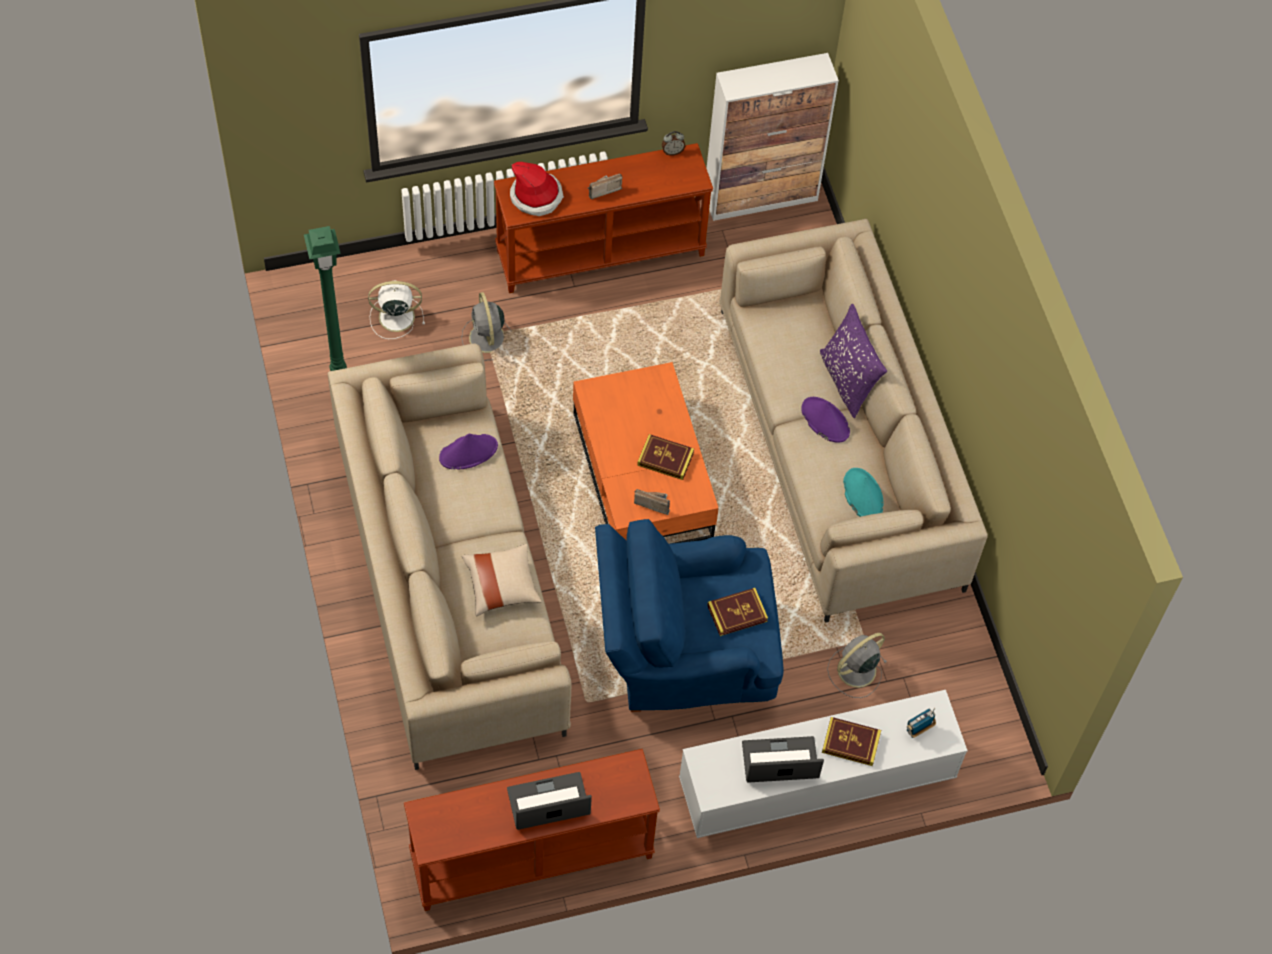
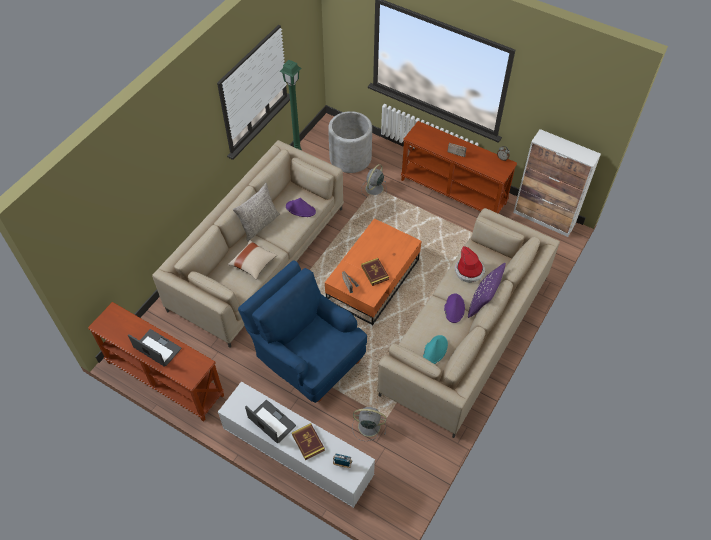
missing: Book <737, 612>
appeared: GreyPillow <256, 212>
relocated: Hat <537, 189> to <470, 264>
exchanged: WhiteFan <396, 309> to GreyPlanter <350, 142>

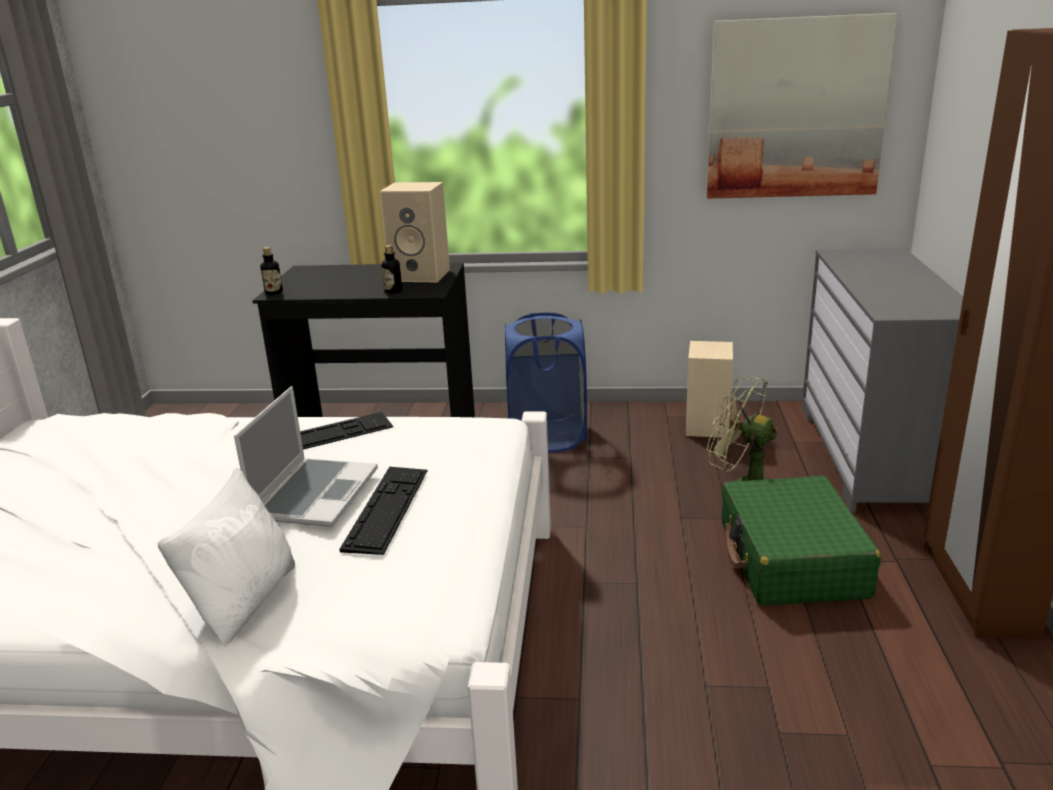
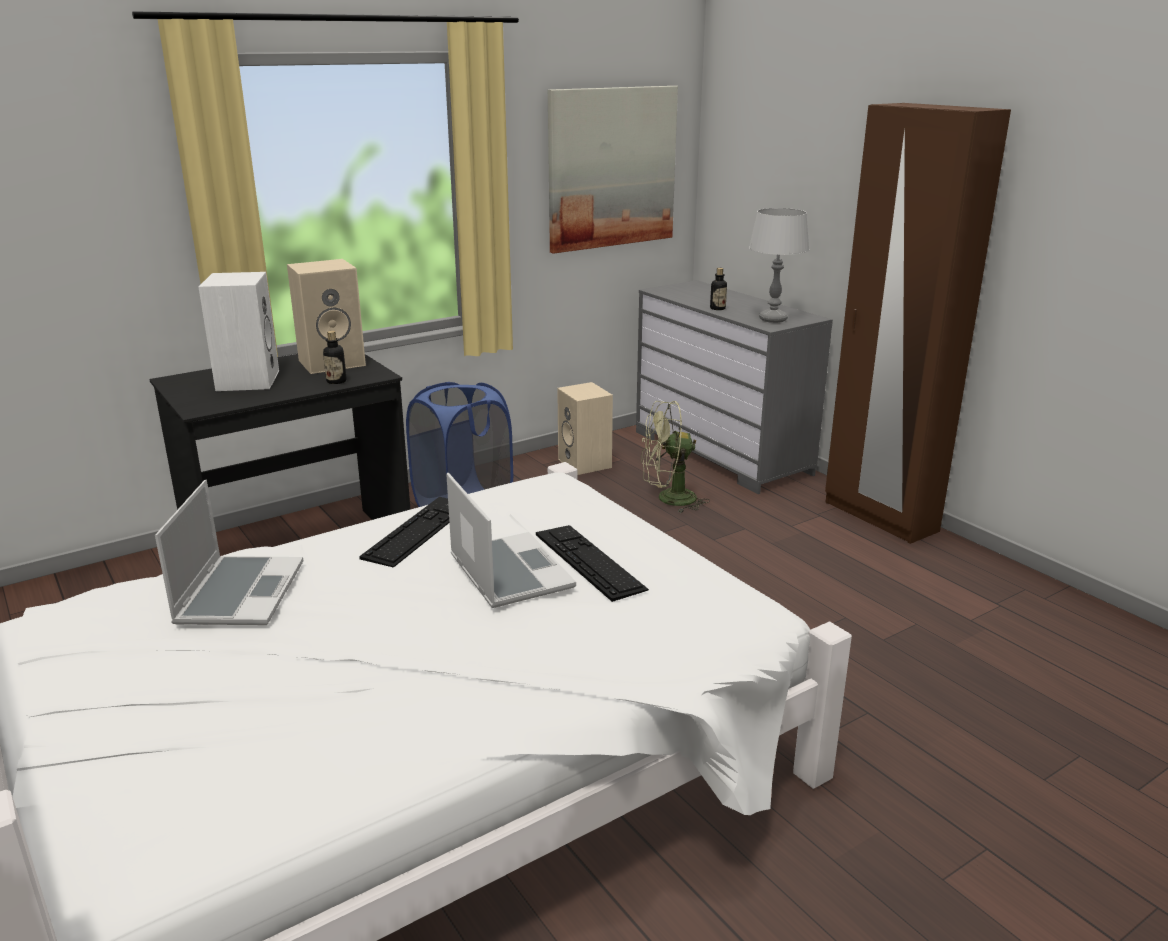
missing: WhitePillow <226, 557>; GreenSuitcase <801, 541>
appeared: Laptop <229, 552>; WhiteSpeaker <239, 331>; GreyTableLamp <779, 265>
relocated: Bottle <271, 271> to <718, 289>

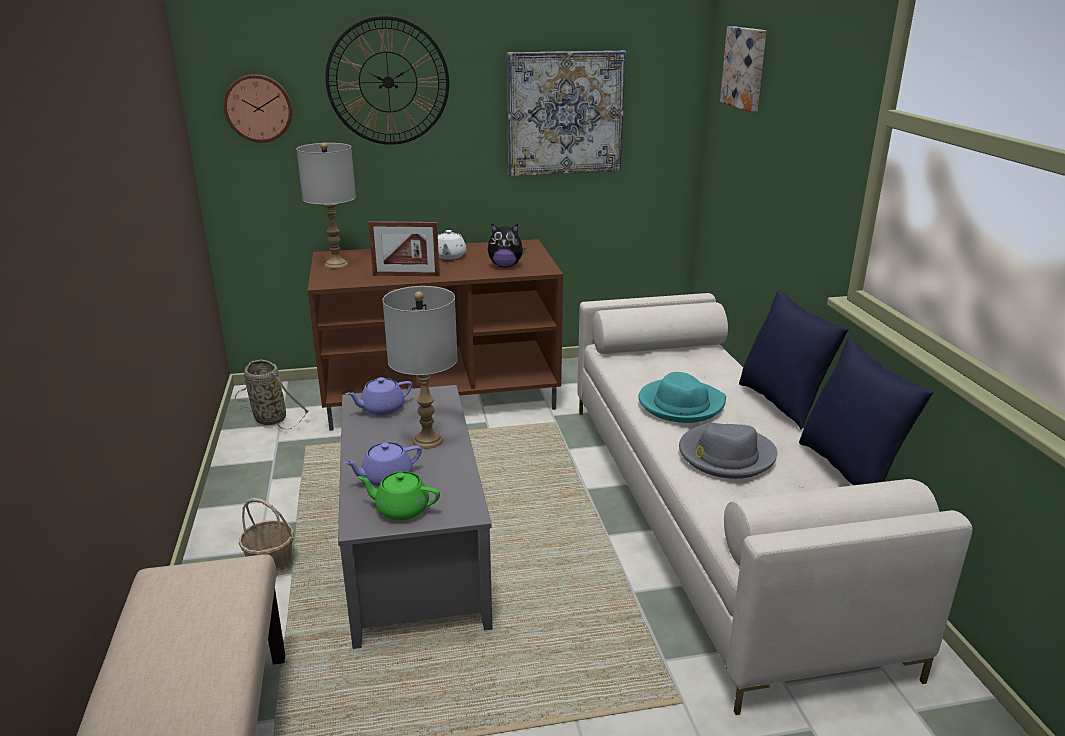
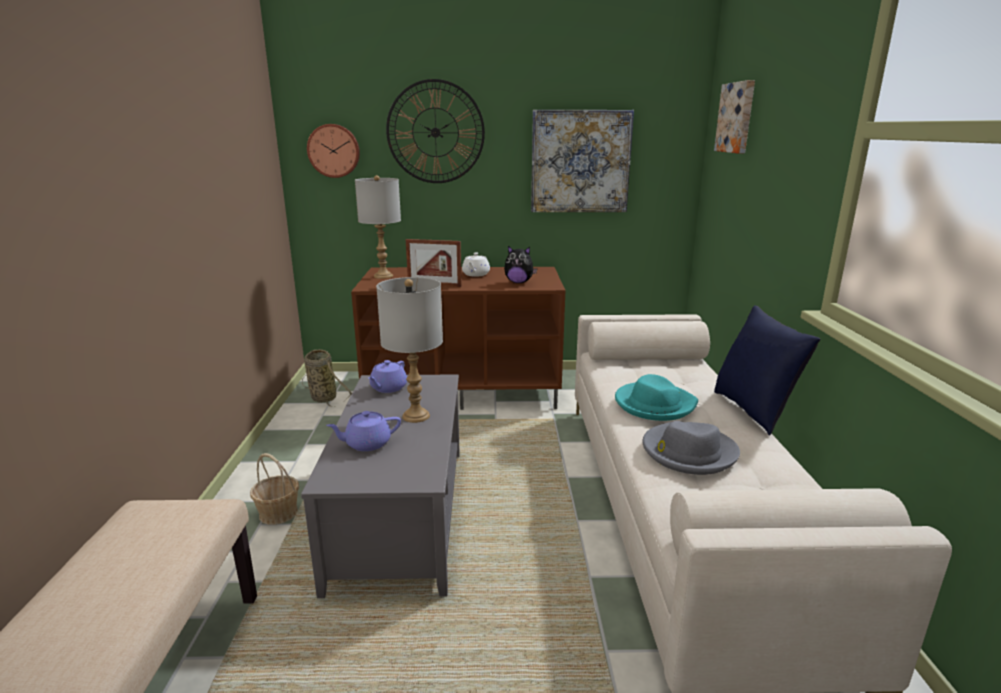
missing: GreenTeapot <398, 495>; BluePillow <866, 411>
spun: PurpleTeapot <378, 396> = <387, 376> 45 degrees counterclockwise

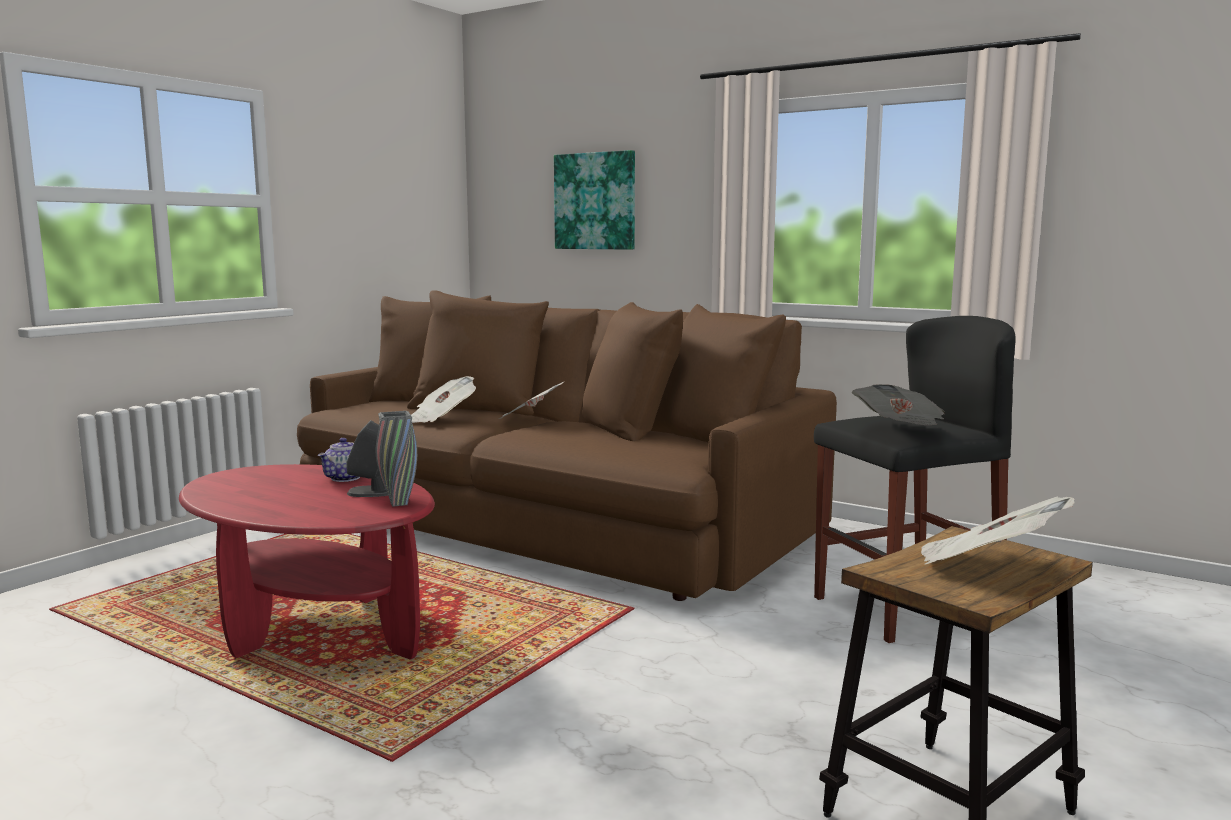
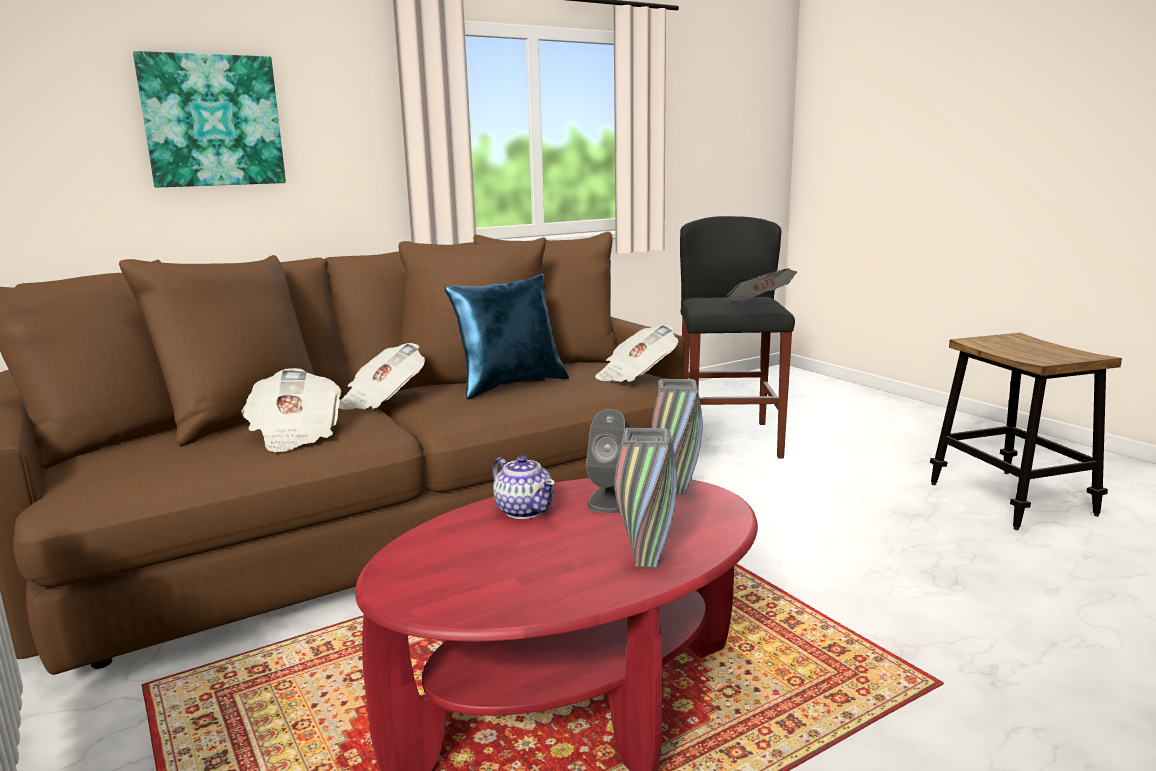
appeared: BluePillow <506, 336>; GreyVase <645, 497>
relocated: Newspaper <998, 531> to <636, 353>

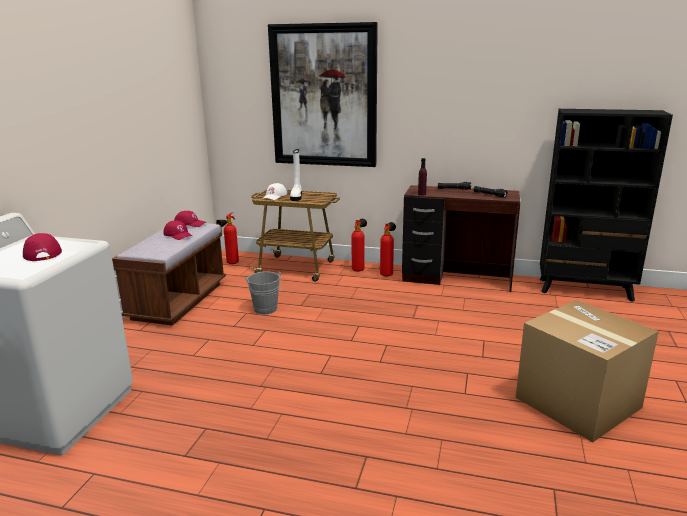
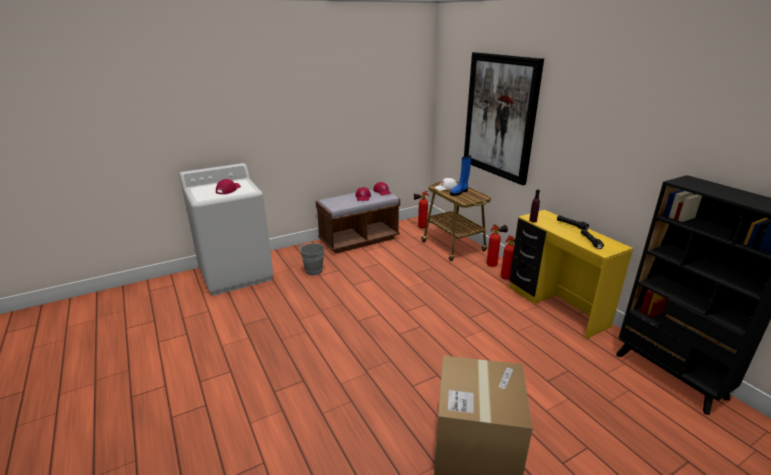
relocated: GreyBucket <264, 293> to <310, 259>
colour: WhiteBoot <296, 175> to BlueBoot <460, 176>; BrownDesk <461, 238> to YellowDesk <571, 275>

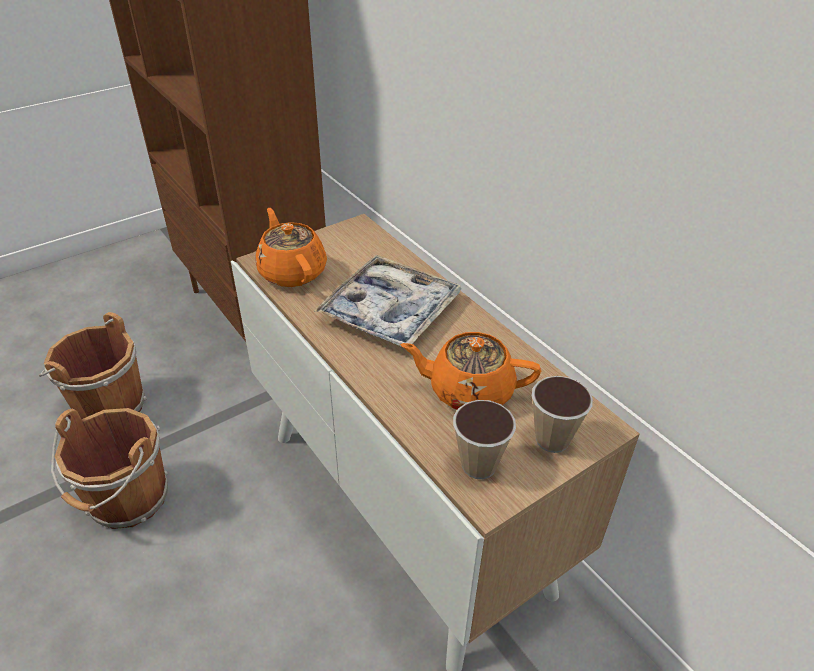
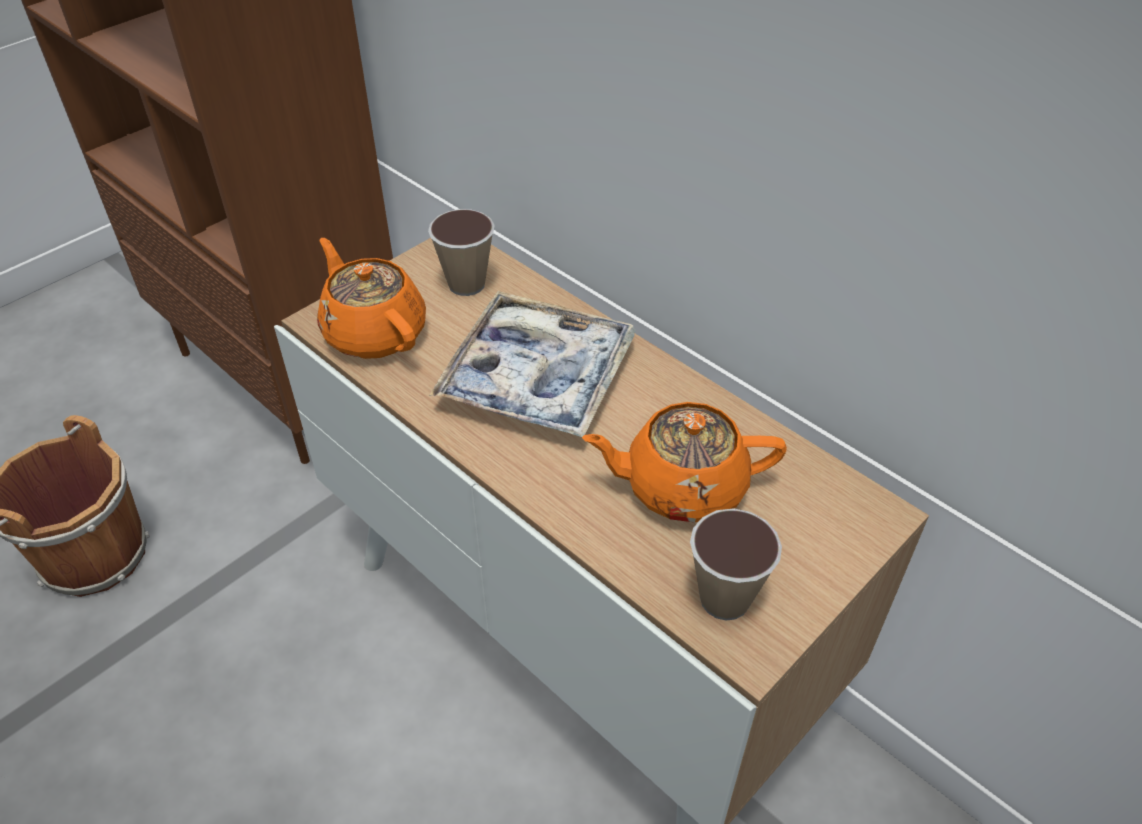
missing: BrownBucket <109, 468>
relocated: Cup <562, 414> to <461, 252>

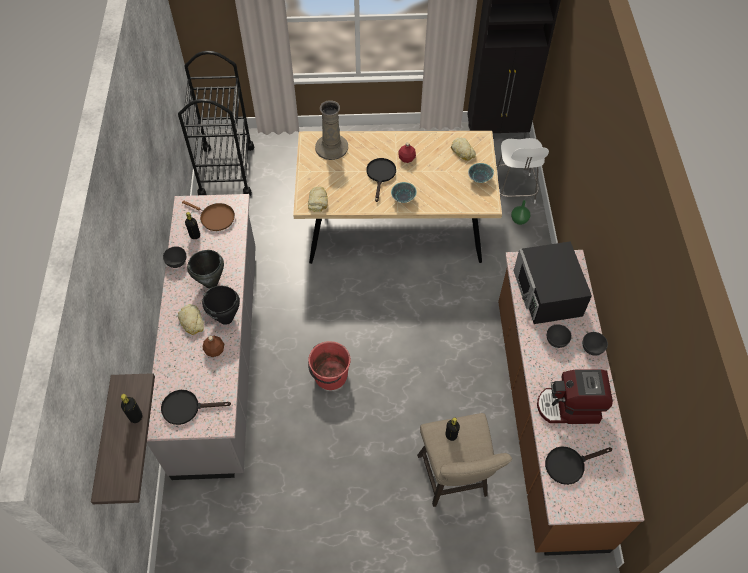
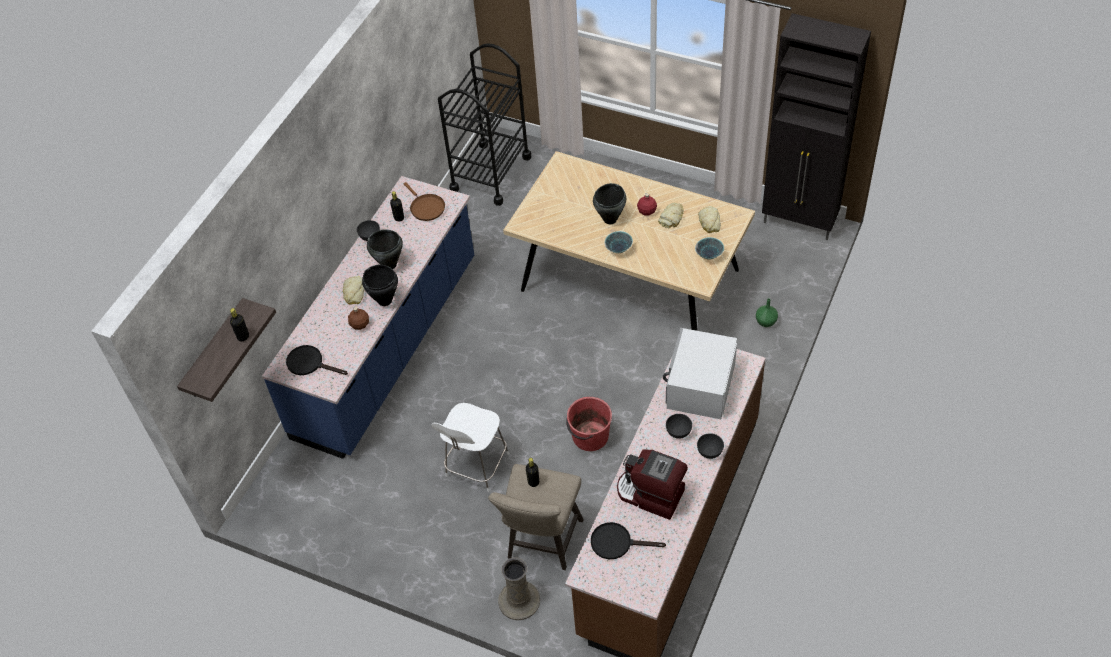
relocated: WhiteChair <523, 170> to <470, 447>; BeigeVase <331, 130> to <519, 588>; RedBucket <329, 365> to <589, 424>; Bread <318, 199> to <671, 215>
exchanged: BlackFryingPan <381, 180> to BlackCookingPot <609, 203>
colour: GreyCounter <201, 337> to BlueCounter <368, 317>; BlackMicrowave <553, 282> to WhiteMicrowave <700, 373>

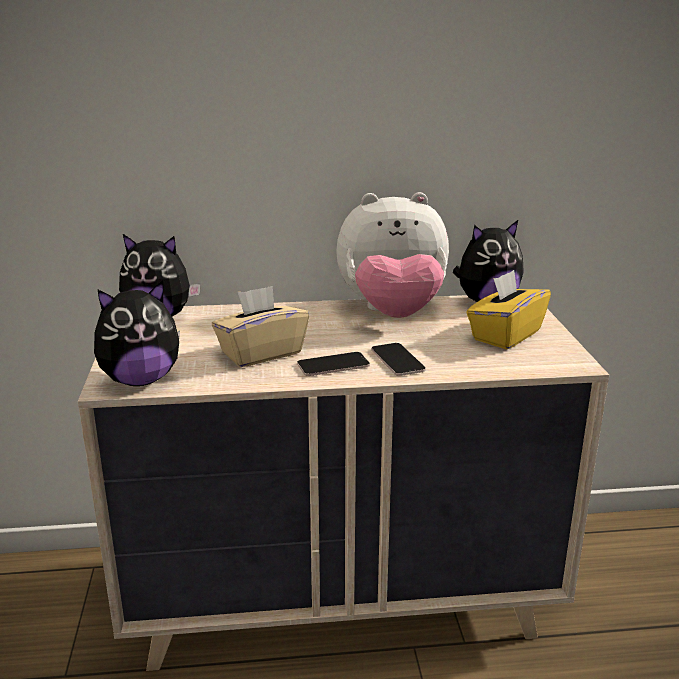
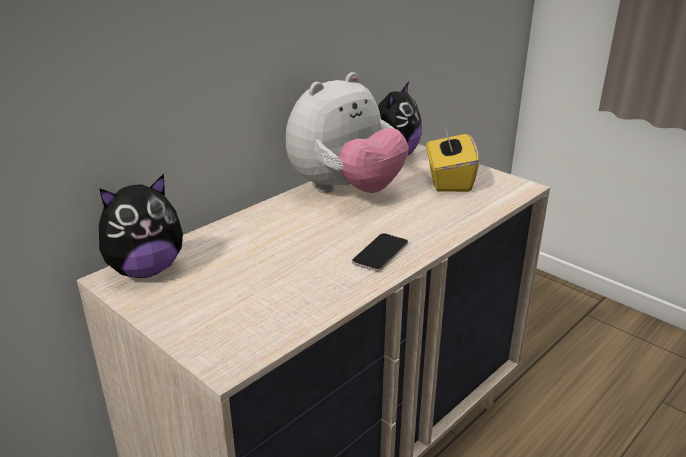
missing: PlushToy <137, 333>; BeigeTissueBox <260, 326>; Phone <398, 359>

